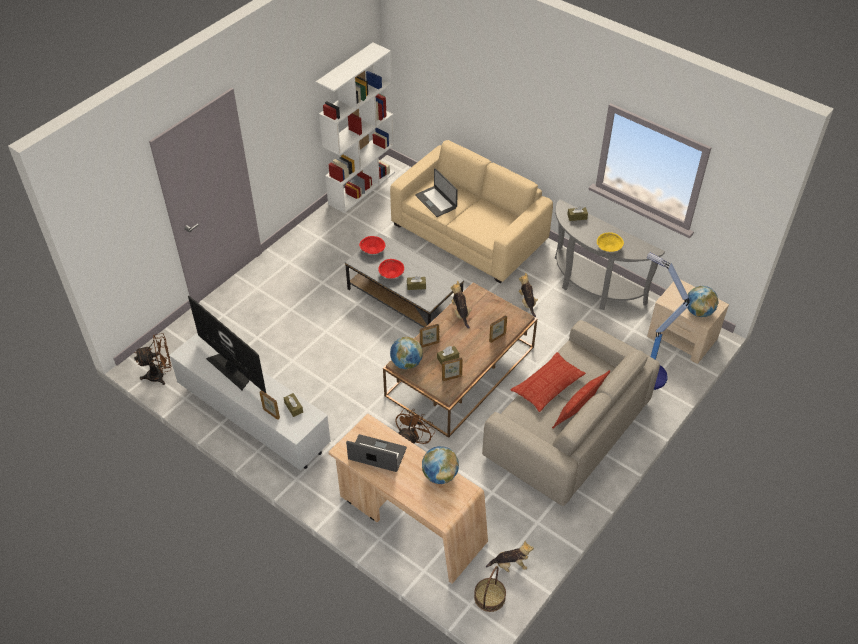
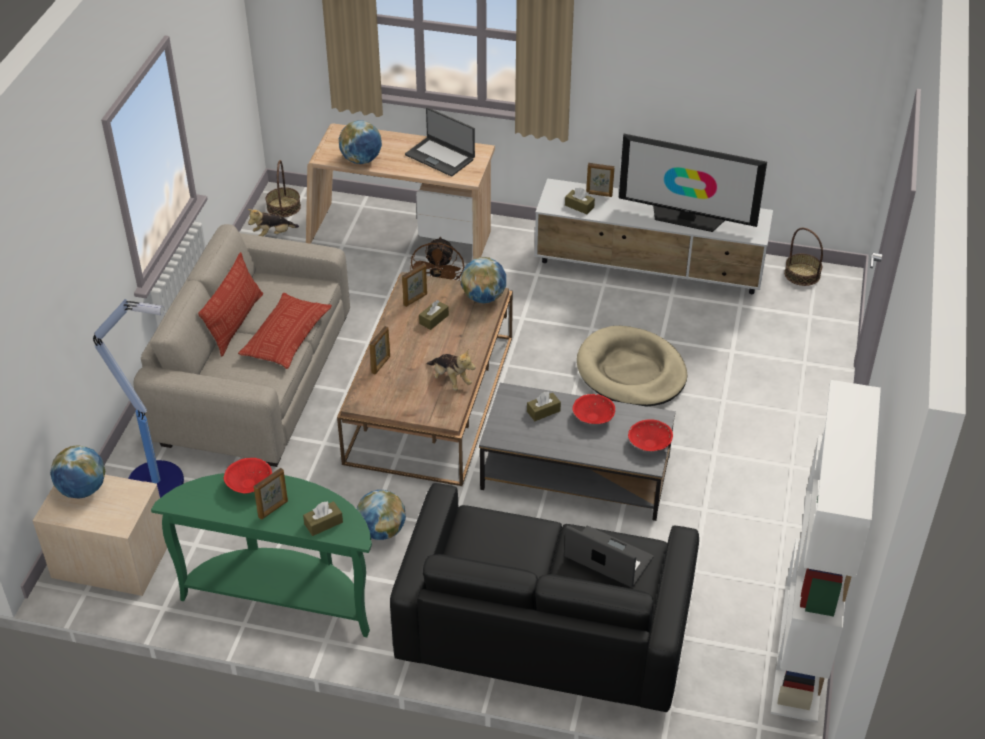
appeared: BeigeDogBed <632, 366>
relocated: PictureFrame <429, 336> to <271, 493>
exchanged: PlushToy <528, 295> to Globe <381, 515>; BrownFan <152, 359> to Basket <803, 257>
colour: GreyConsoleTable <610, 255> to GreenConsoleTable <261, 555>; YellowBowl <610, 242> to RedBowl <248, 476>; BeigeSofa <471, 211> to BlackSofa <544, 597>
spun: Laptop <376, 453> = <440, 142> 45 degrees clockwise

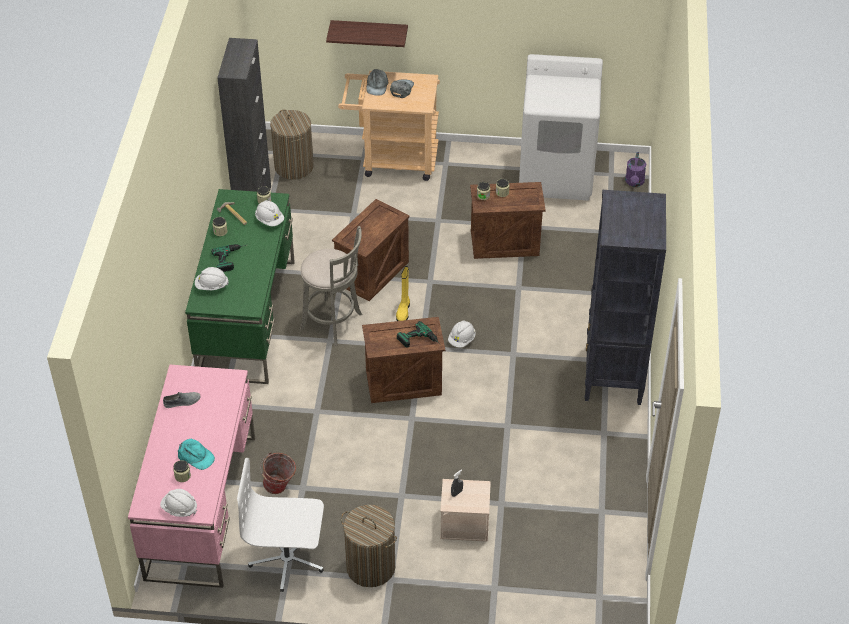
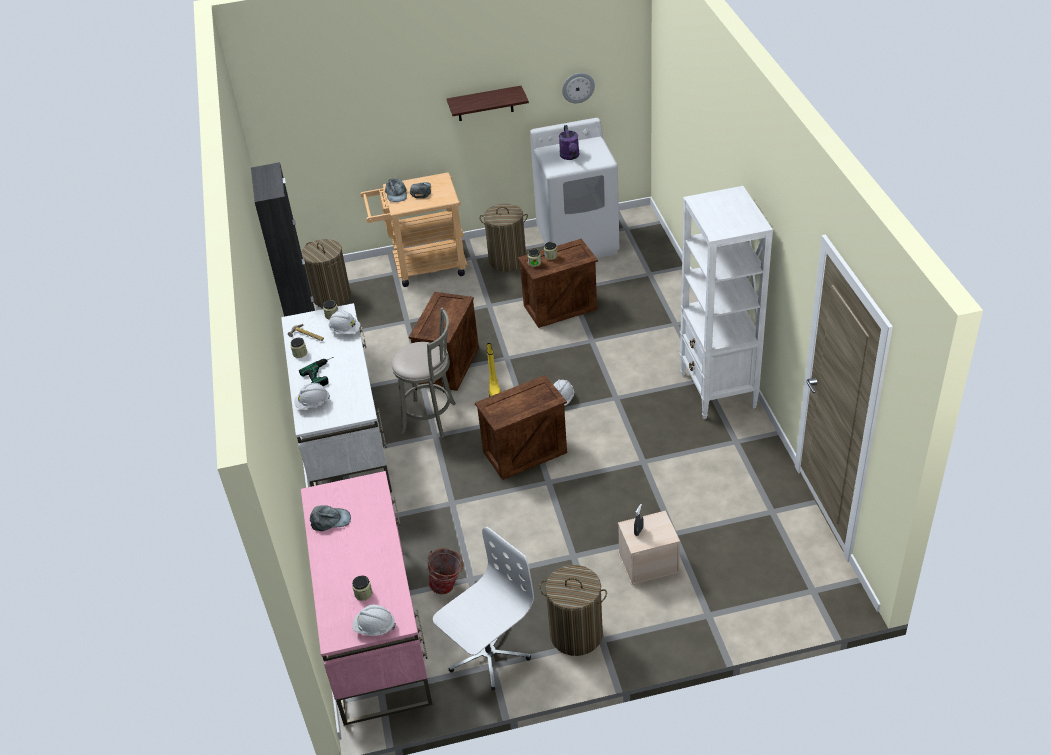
missing: TurquoiseCap <196, 454>; PowerDrill <419, 334>
appeared: LaundryBasket <503, 237>; WallClock <578, 88>
relocated: Shelf <367, 33> to <488, 103>; PurpleWateringCan <635, 169> to <569, 142>
exchanged: GreyShoe <181, 400> to GreyCap <330, 518>
colour: GreenDesk <240, 286> to WhiteDesk <336, 398>; BlackBookcase <625, 297> to WhiteBookcase <726, 302>
spun: WhiteOfficeChair <280, 525> = <483, 609> 150 degrees clockwise

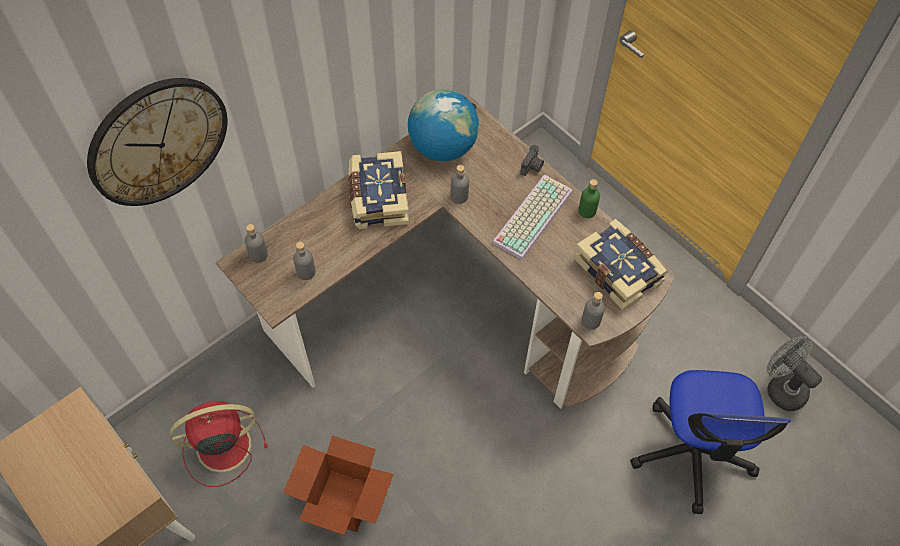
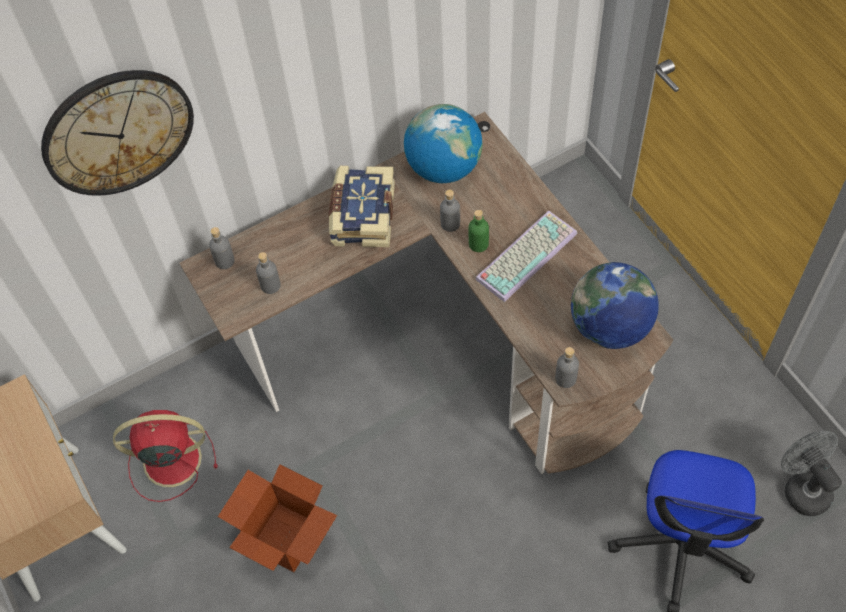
missing: PhotoCamera <532, 160>
relocated: GreenBottle <589, 198> to <479, 231>
exchanged: Book <620, 265> to Globe <615, 305>

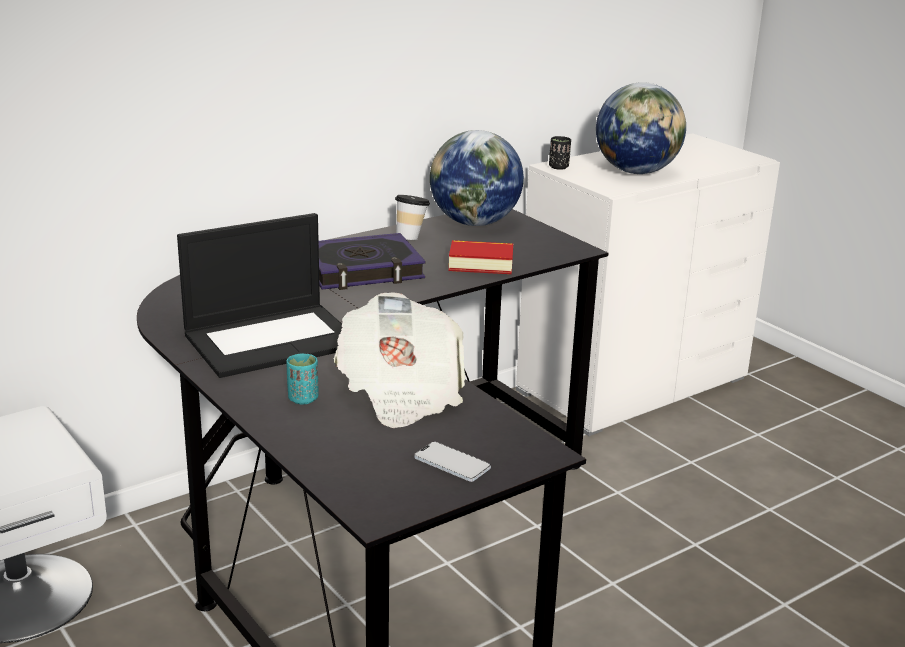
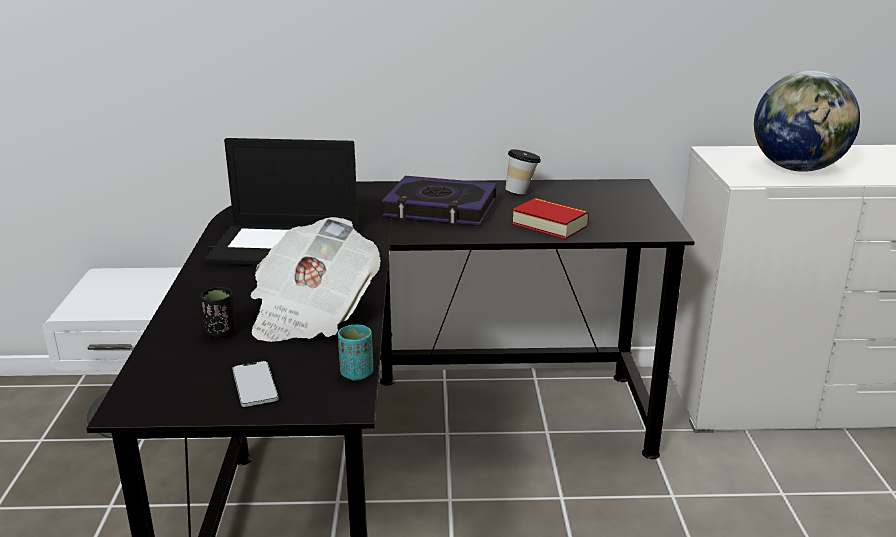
missing: Globe <477, 178>
relocated: BlackCup <560, 153> to <218, 312>; TurquoiseCup <302, 379> to <355, 352>

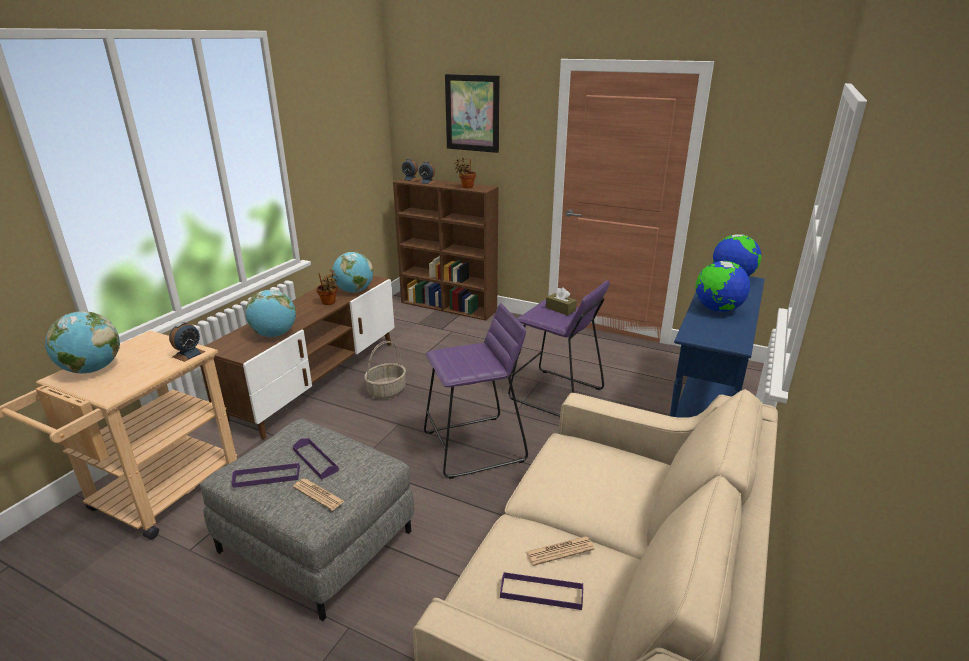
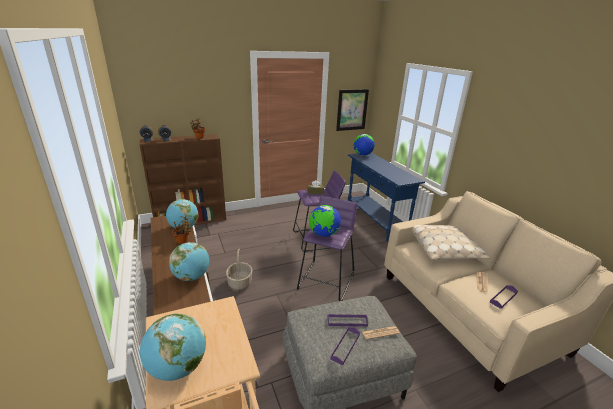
missing: AlarmClock <187, 342>
appeared: BeigePillow <451, 242>
relocated: Globe <723, 286> to <325, 221>; Picture <472, 113> to <352, 110>

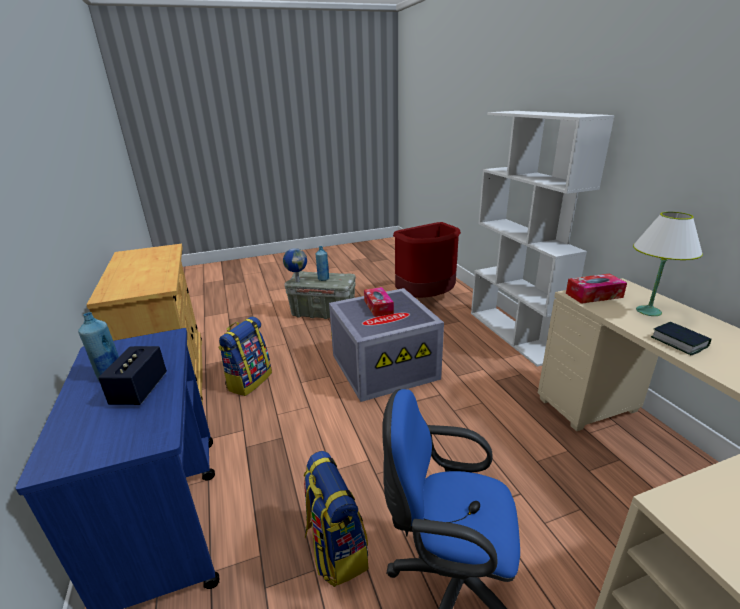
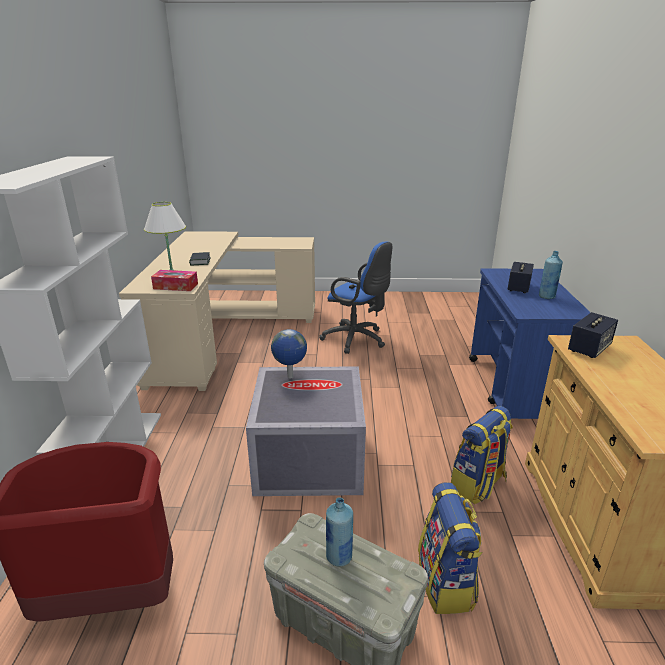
missing: TissueBox <379, 302>
appeared: Speaker <593, 335>
relocated: Globe <295, 265> to <289, 354>; Backpack <336, 519> to <450, 548>

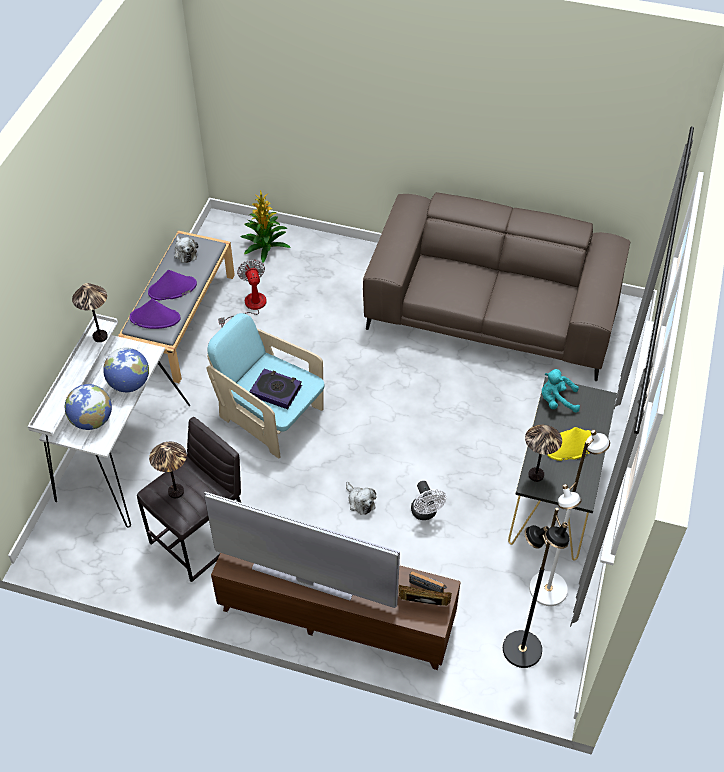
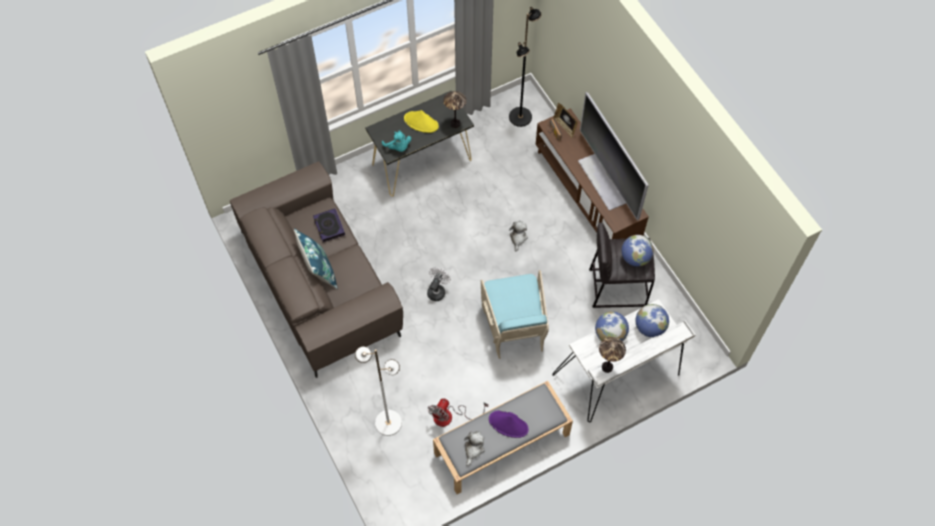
missing: PurpleHat <155, 314>; PottedPlant <265, 226>
appeared: BluePillow <316, 258>
relocated: Book <275, 389> to <329, 225>; WhiteFloorLamp <569, 518> to <378, 391>; WhiteFan <428, 500> to <439, 284>
exchanged: TableLamp <168, 470> to Globe <637, 250>

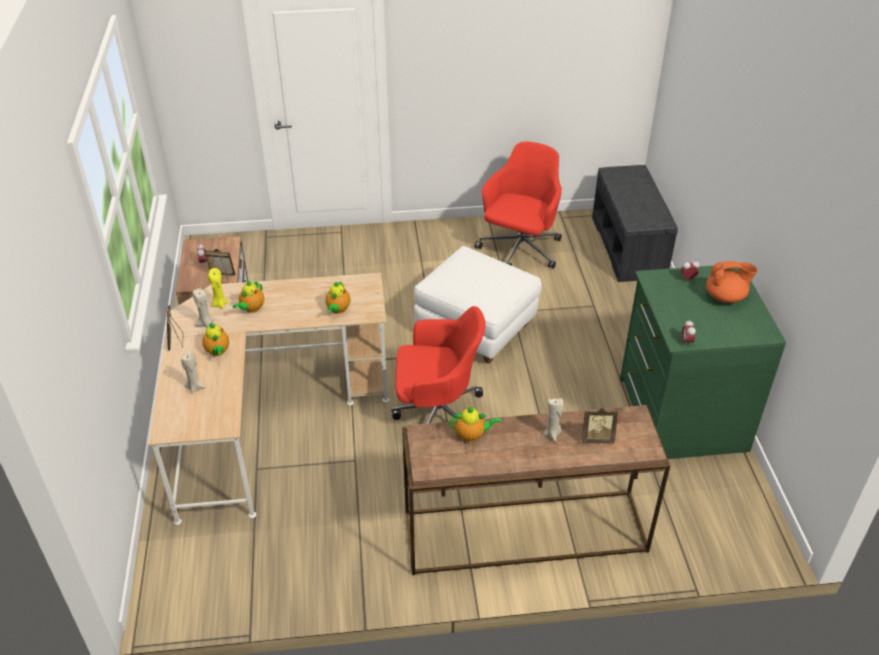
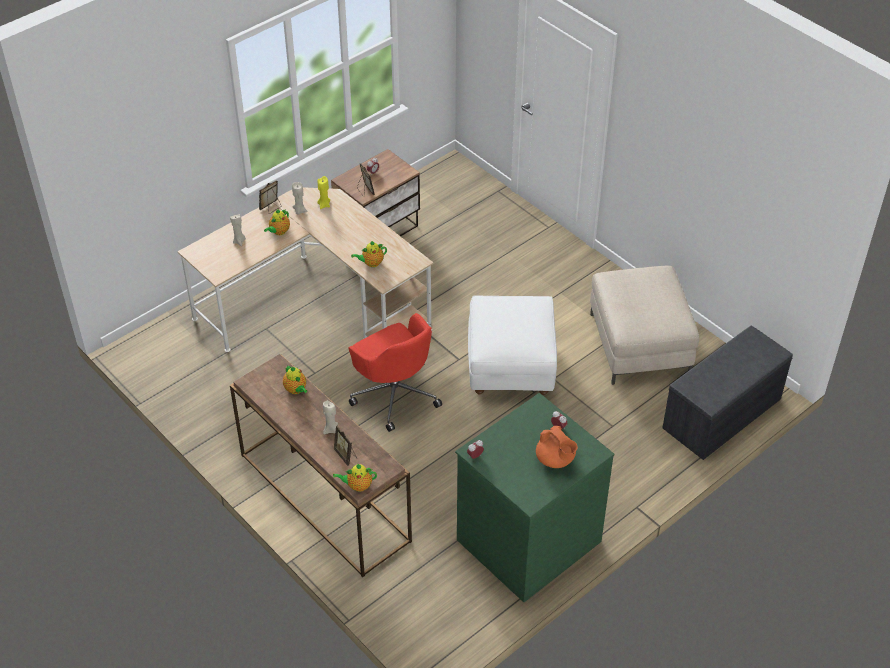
relocated: Teapot <248, 297> to <355, 478>
exchanged: RedOfficeChair <518, 205> to BeigeOttoman <644, 325>

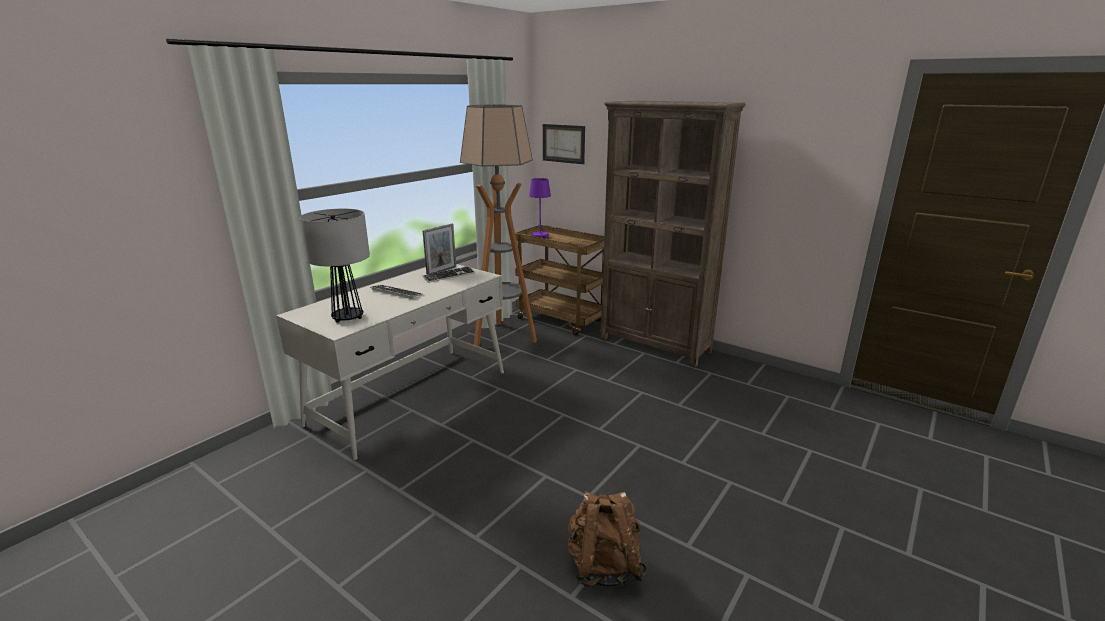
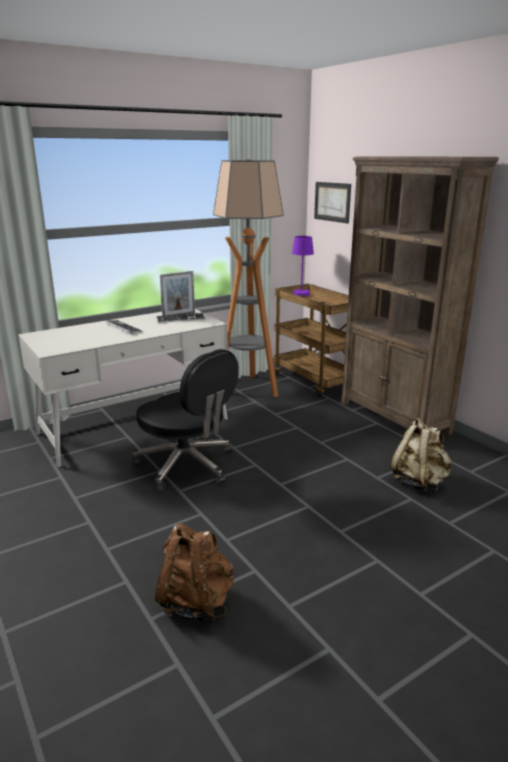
missing: TableLamp <334, 266>
appeared: BlackOfficeChair <186, 420>; BeigeBackpack <421, 455>

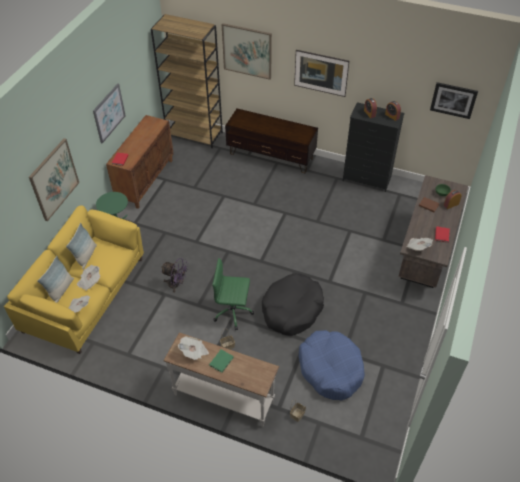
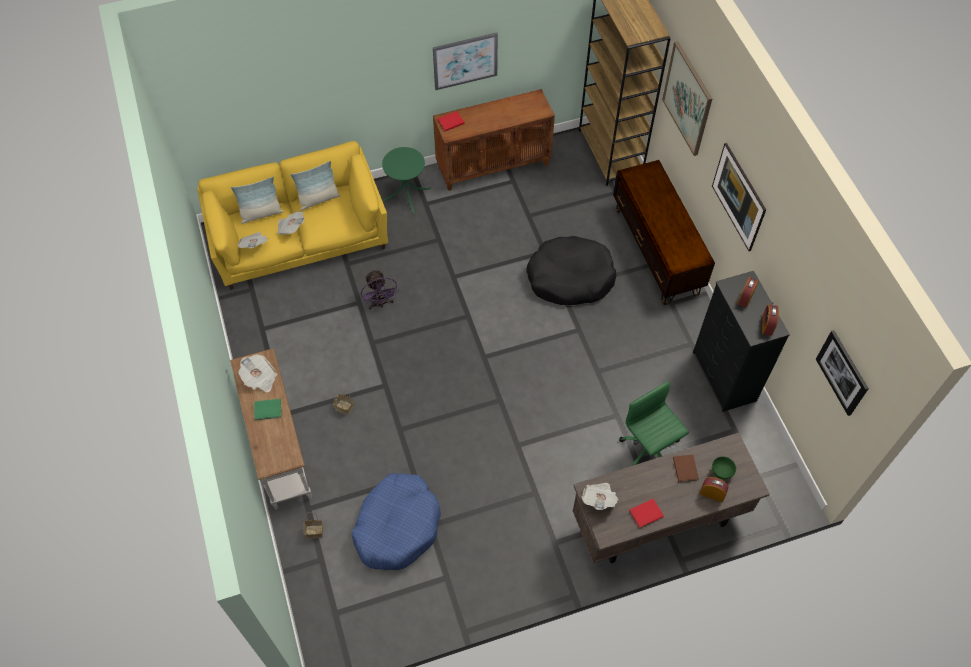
missing: Picture <54, 179>
relocated: BlackDogBed <293, 304> to <571, 270>; GreenOfficeChair <233, 294> to <654, 423>

